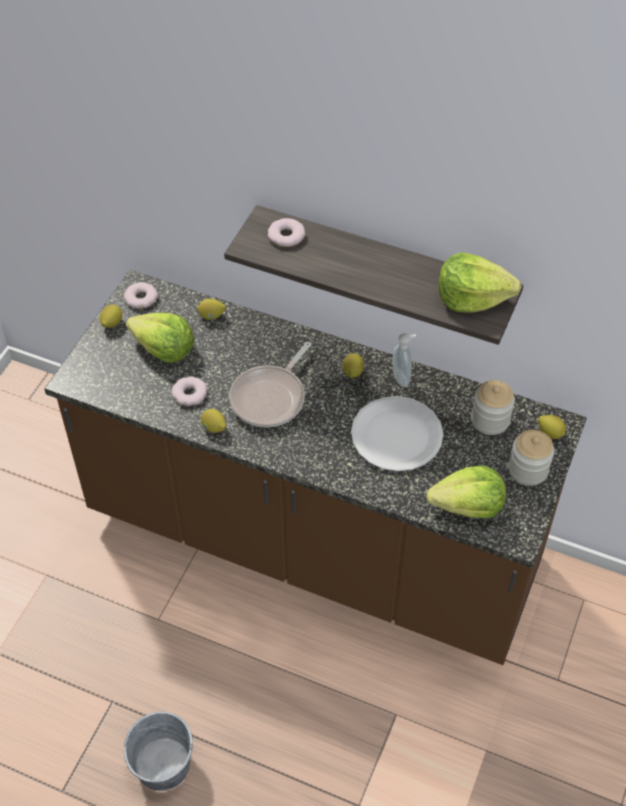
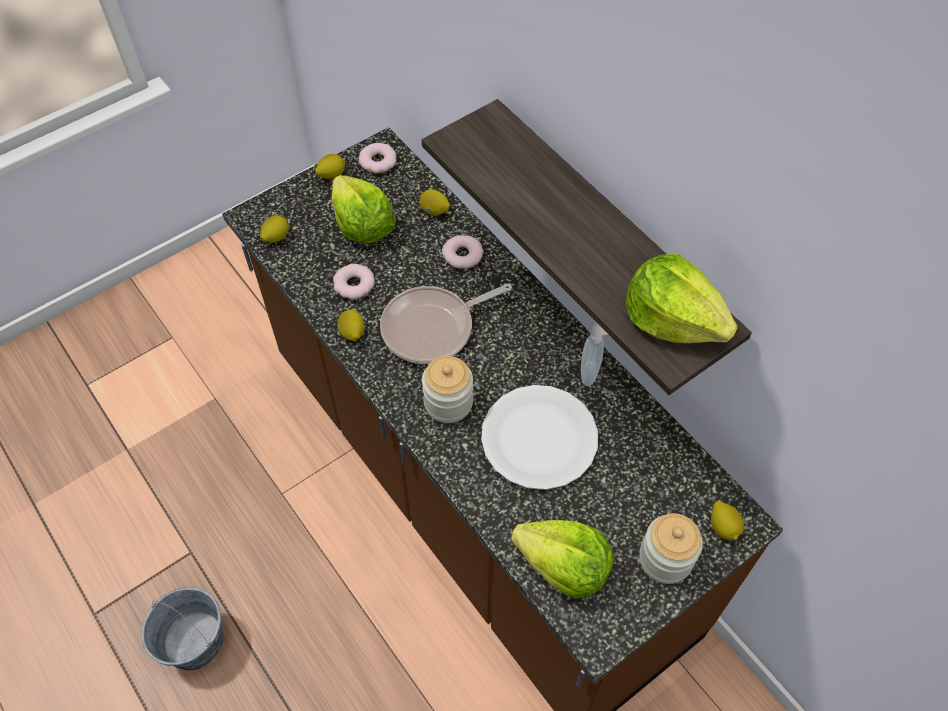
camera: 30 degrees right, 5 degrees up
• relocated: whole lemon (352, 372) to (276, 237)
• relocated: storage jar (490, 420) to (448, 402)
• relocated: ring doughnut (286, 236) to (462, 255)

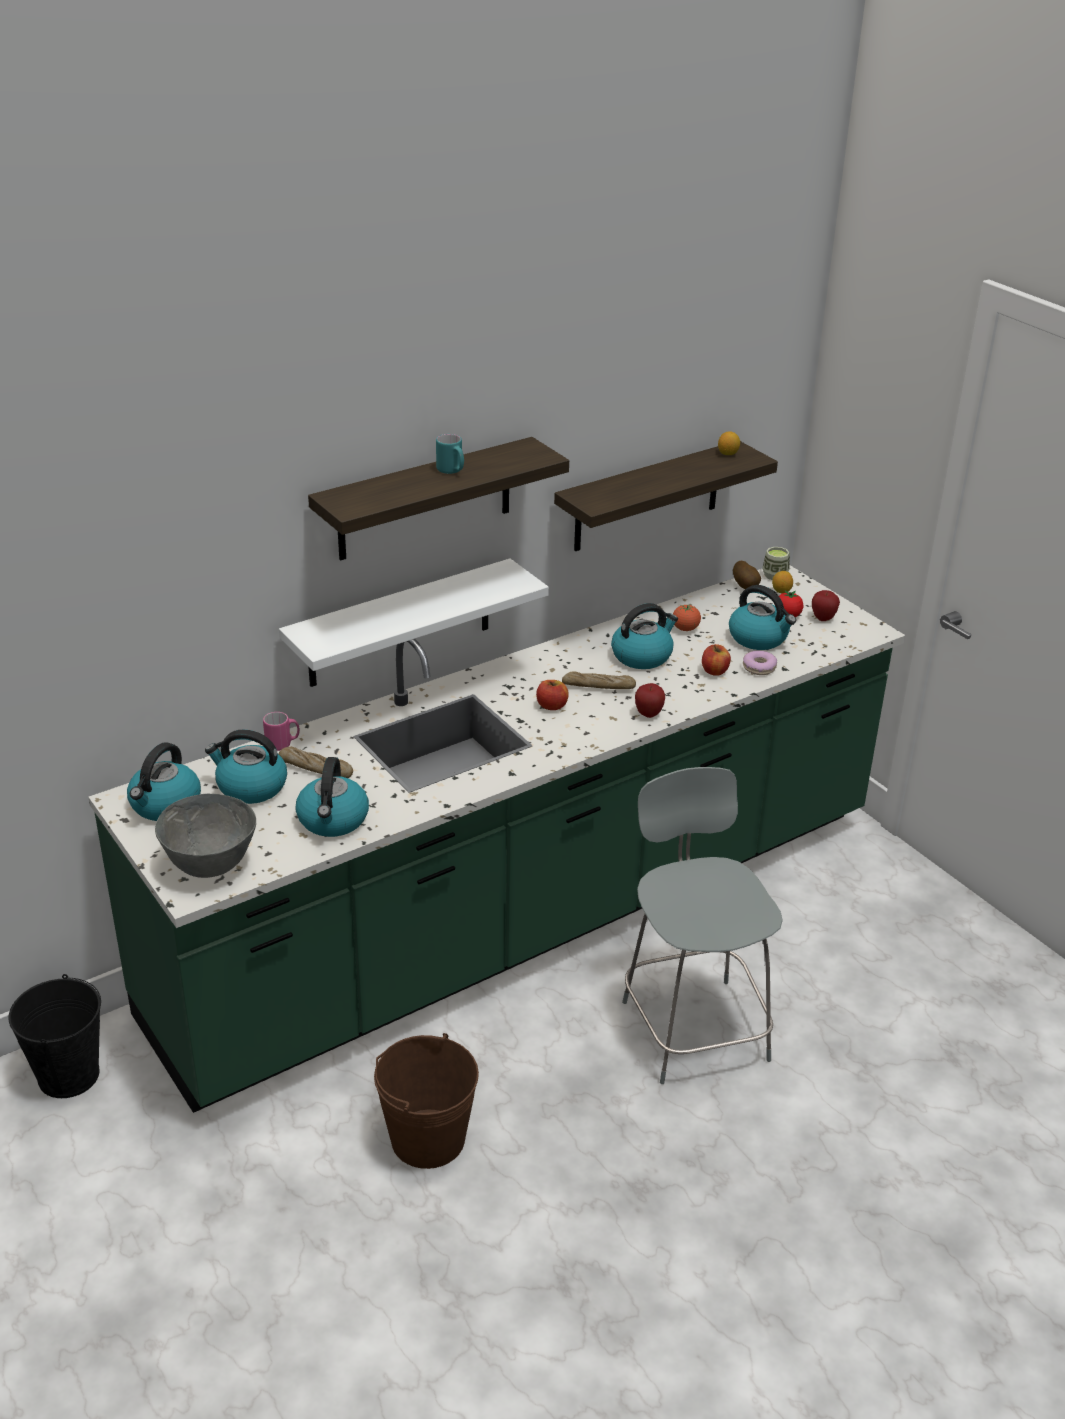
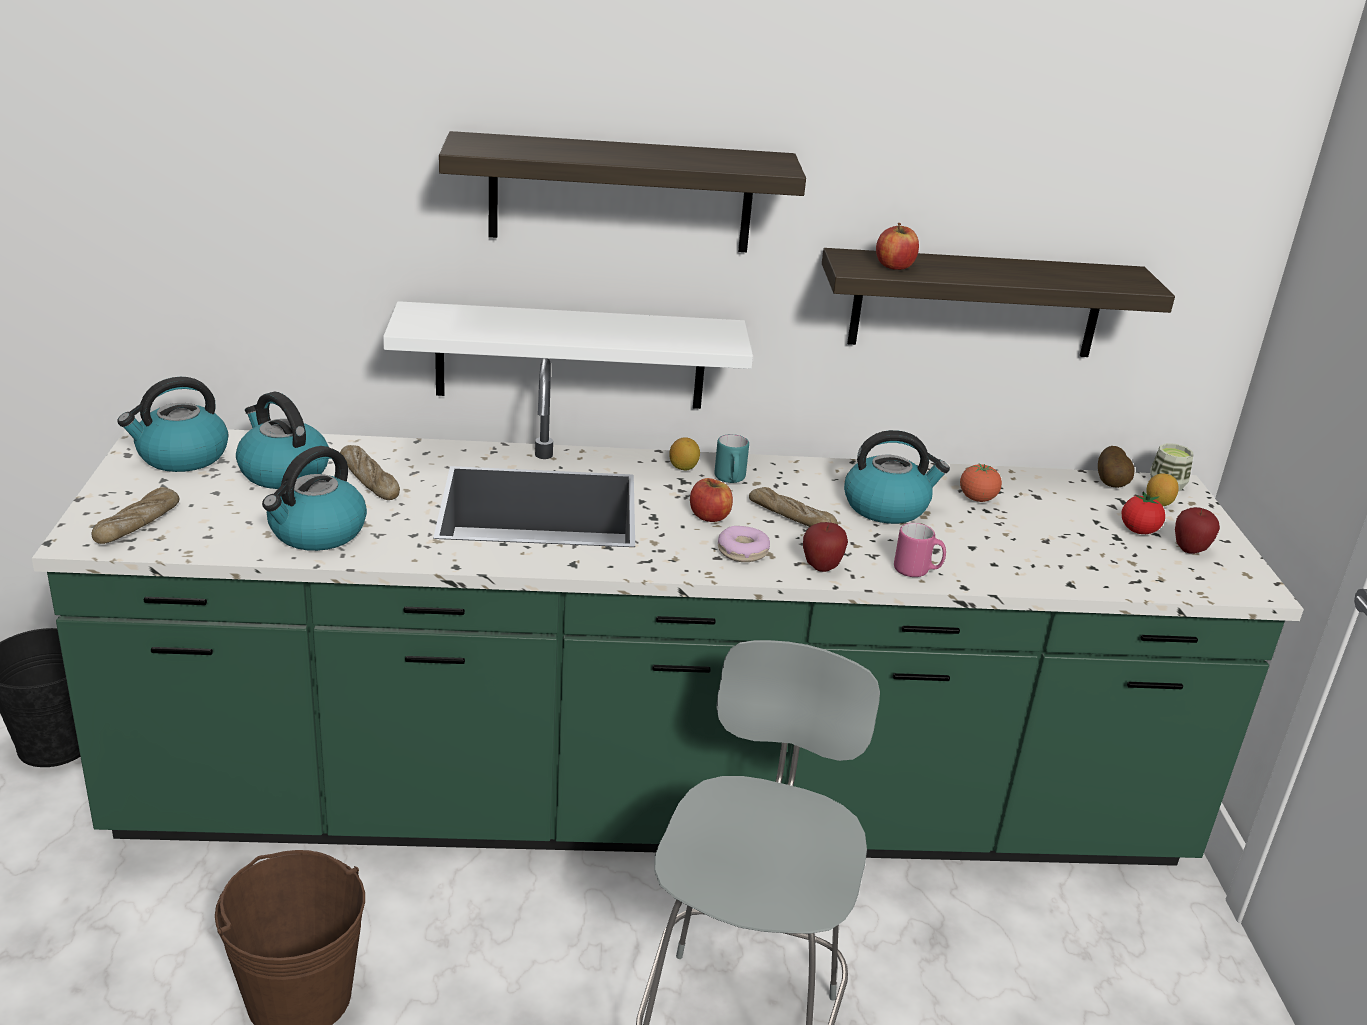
camera: 30 degrees right, 5 degrees down
• exchanged: serving bowl (grey) (210, 865) to bread (138, 524)
• relocated: whole lemon (728, 454) to (683, 468)
• relocated: mug (blue-green) (452, 471) to (730, 480)
• relocated: ring doughnut (759, 667) to (743, 551)
• relocated: apple (714, 671) to (894, 266)
• relocated: mug (pinkish) (283, 744) to (917, 571)
• missing: kettle (759, 638)

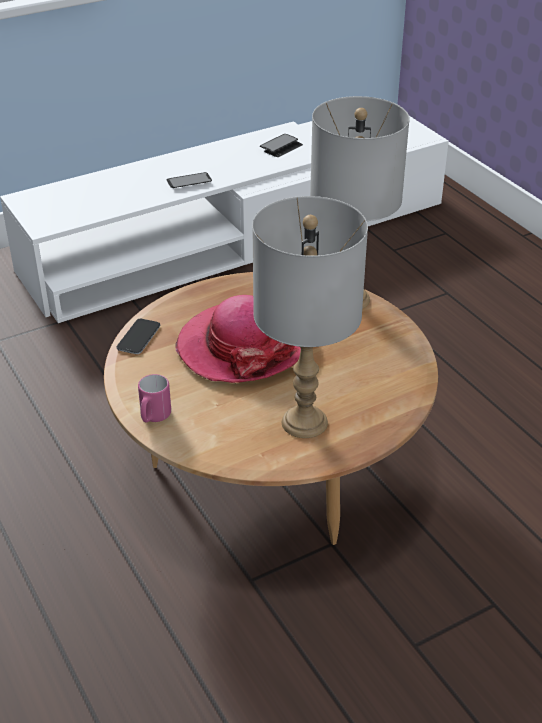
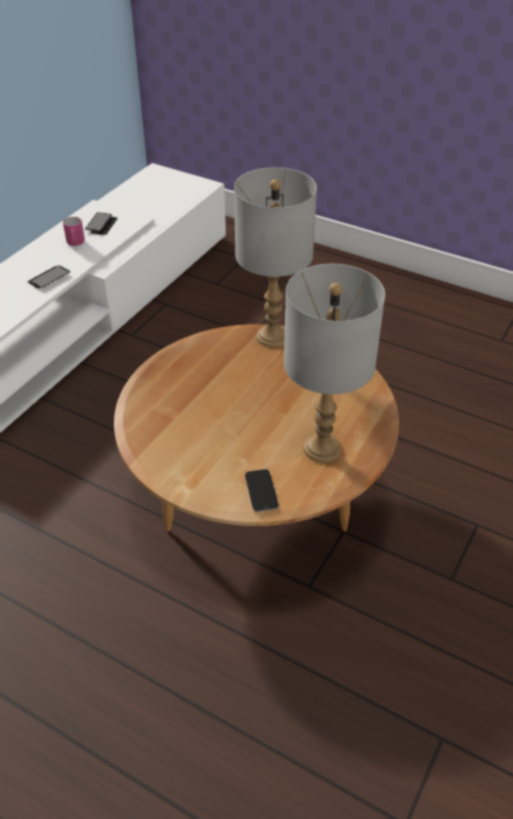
camera: 30 degrees left, 5 degrees up
• relocated: mug (pinkish) (153, 417) to (75, 243)
• relocated: phone (138, 337) to (261, 491)
• missing: wearable hat (244, 345)

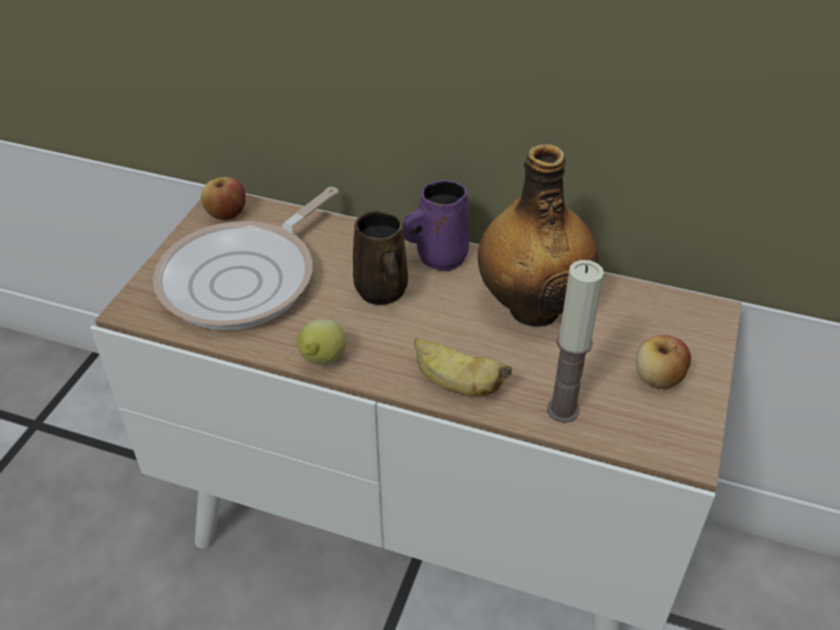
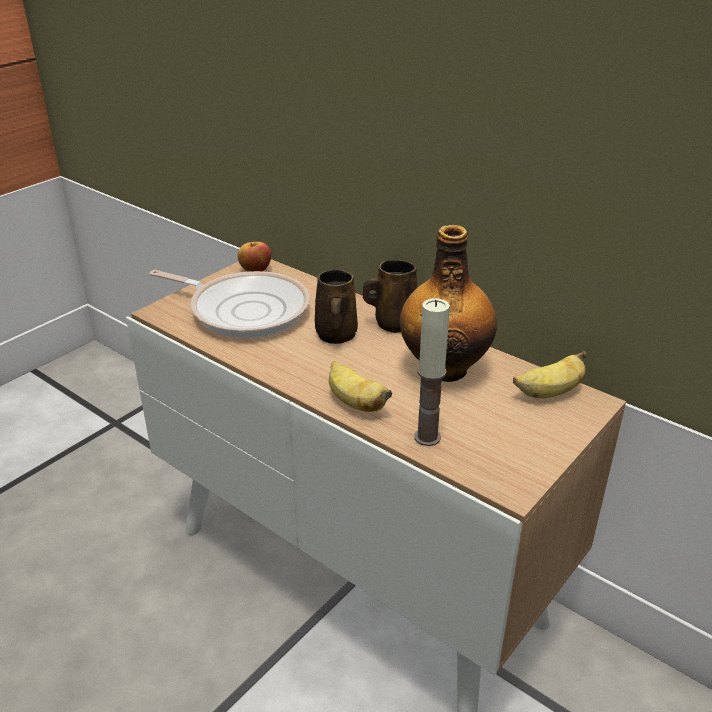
camera: 20 degrees right, 10 degrees down
• spun: skillet (246, 279) = (244, 309) 120 degrees counterclockwise
• colour: mug (purple) (439, 257) to mug (brown-coloured) (392, 323)
• appeared: banana (549, 393)
• missing: whole lemon (322, 361)
• missing: apple (658, 379)

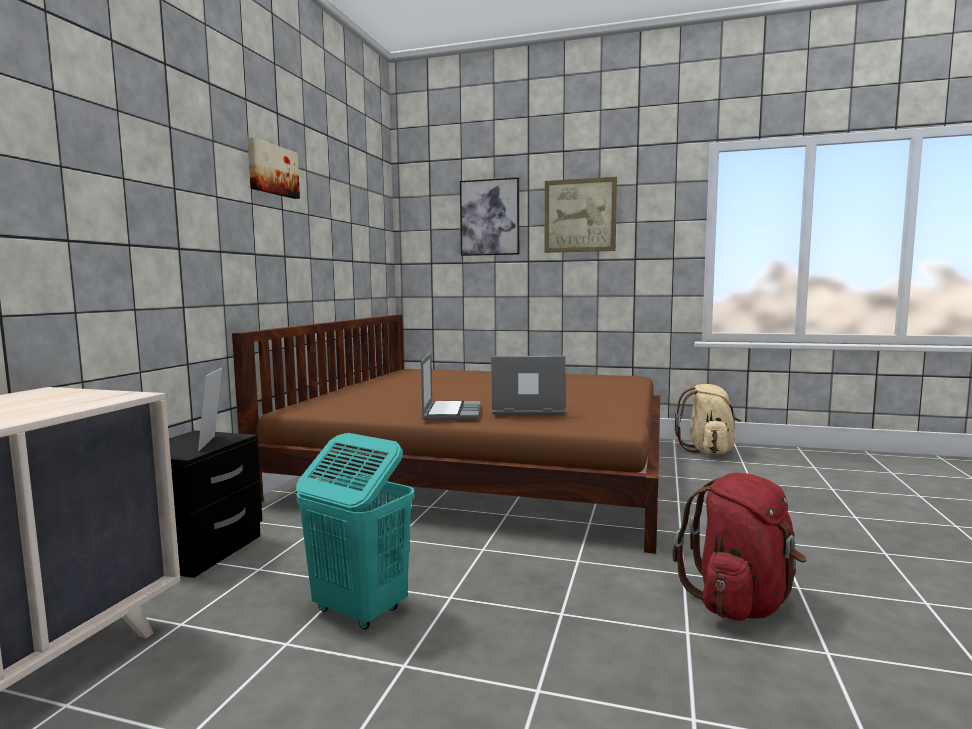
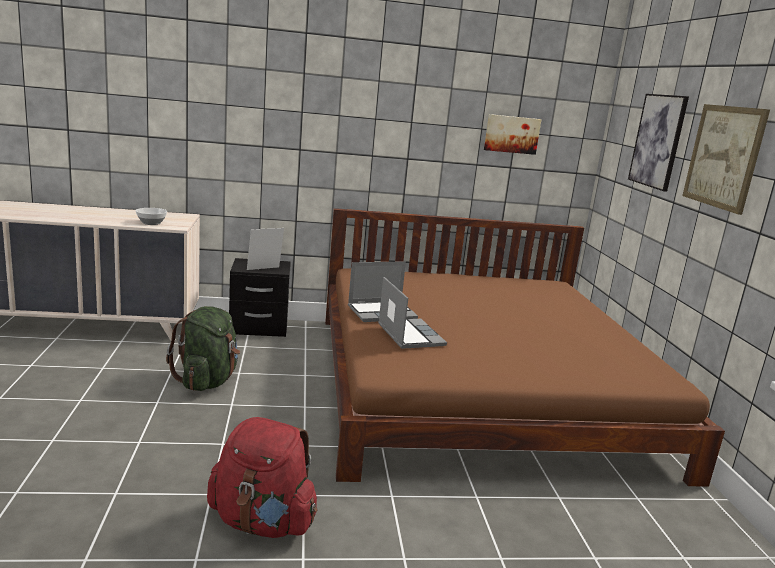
camera: 65 degrees right, 10 degrees up
• appeared: serving bowl (152, 223)
• exchanged: laundry basket (blue-green) (359, 611) to rucksack (green-coloured) (207, 381)
• relocated: wall art (272, 170) to (511, 134)
• missing: rucksack (beige-coloured) (708, 451)

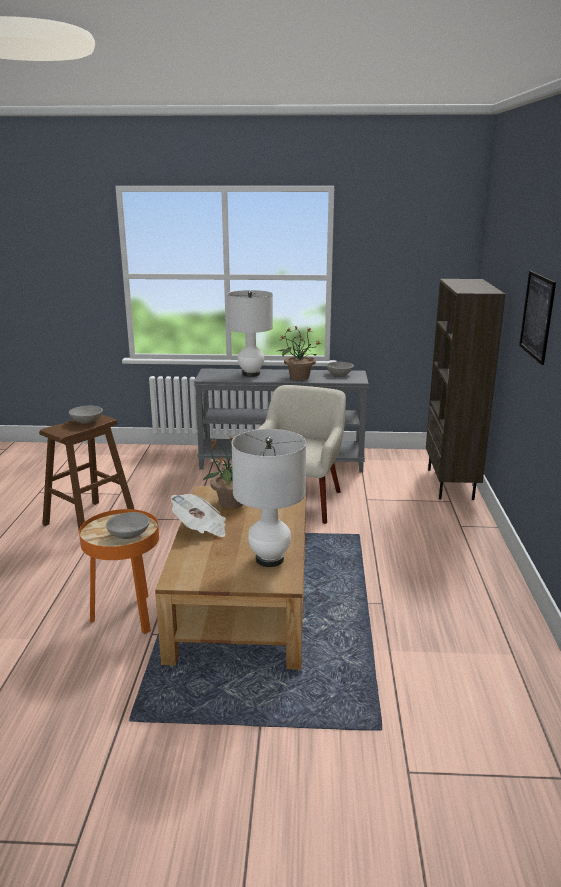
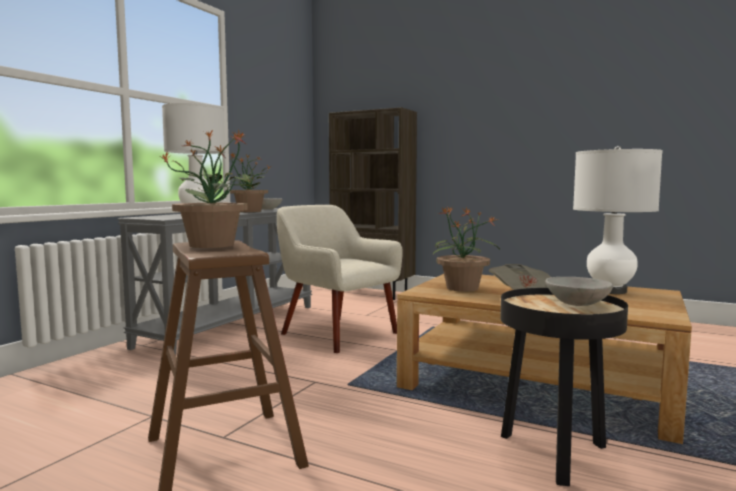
camera: 65 degrees left, 15 degrees down
• exchanged: serving bowl (grey) (86, 421) to houseplant (213, 245)
• colour: side table (orange-coloured) (128, 615) to side table (black-coloured) (554, 453)
• missing: wall art (537, 316)

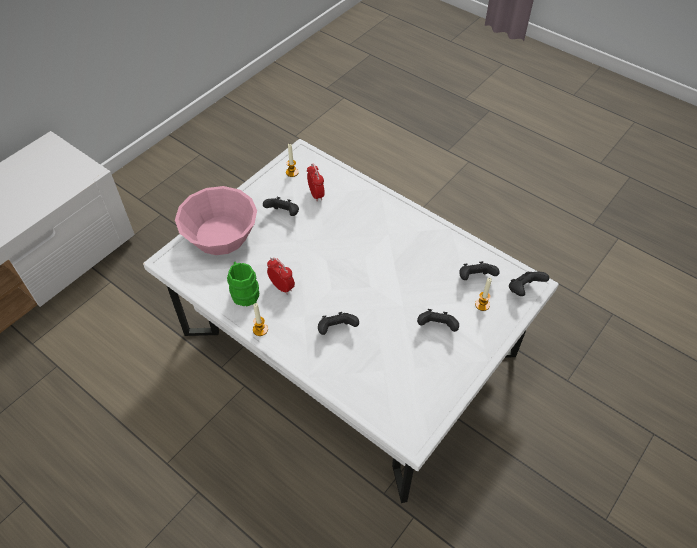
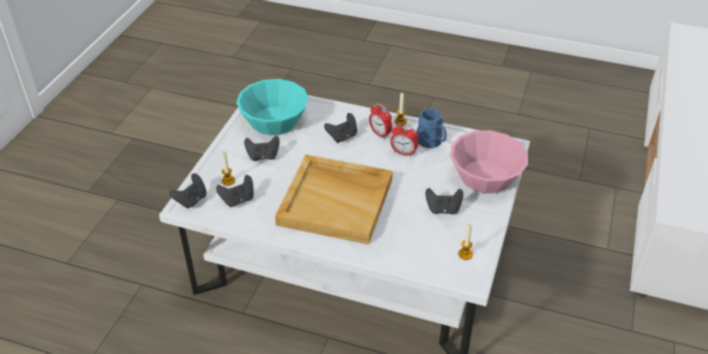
camera: 160 degrees right, 10 degrees down
• appeared: serving bowl (blue-green) (274, 120)
• appeared: tray (beige-coloured) (337, 201)
• relocated: bedside clock (316, 194) to (380, 134)
• colour: mug (green-coloured) (244, 291) to mug (blue-coloured) (431, 142)

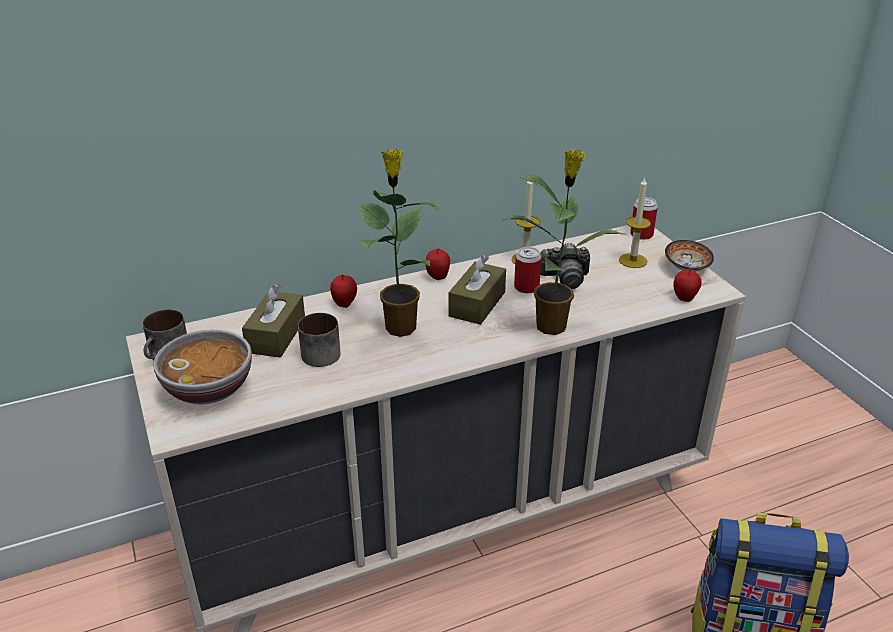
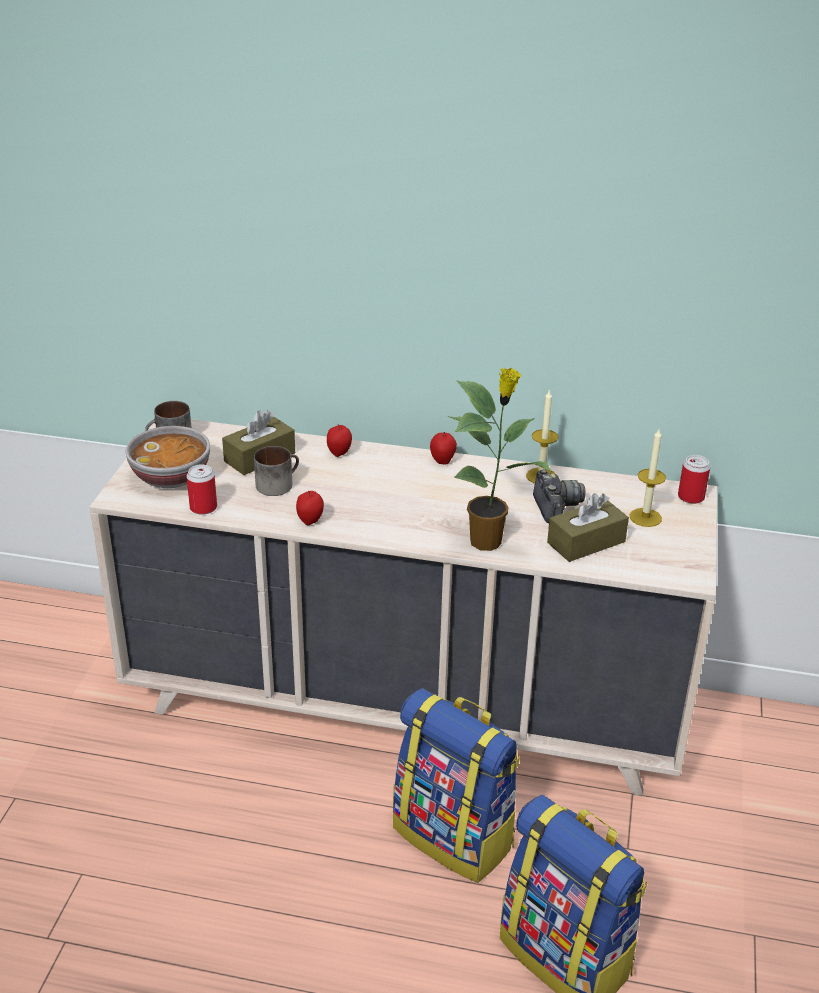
camera: 35 degrees right, 0 degrees up
• relocated: sealed can (526, 287) to (203, 508)
• relocated: apple (684, 298) to (310, 521)
• appeared: rucksack (455, 836)
• spun: still camera (565, 278) = (555, 507) 135 degrees counterclockwise
• relocated: tissue holder (brown-coloured) (477, 304) to (586, 542)
• missing: houseplant (400, 326)
• missing: serving bowl (685, 268)

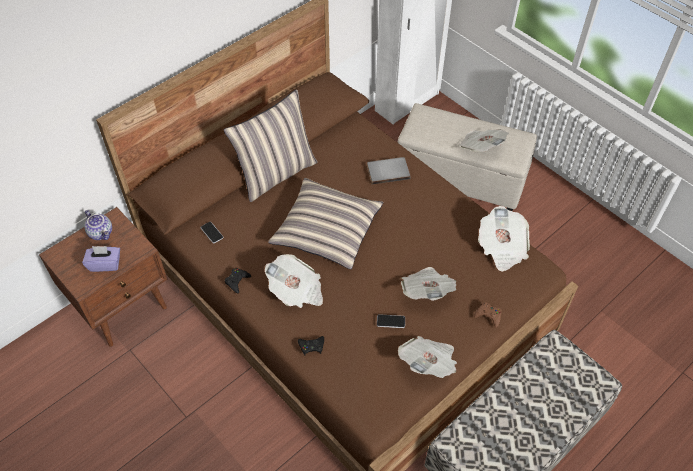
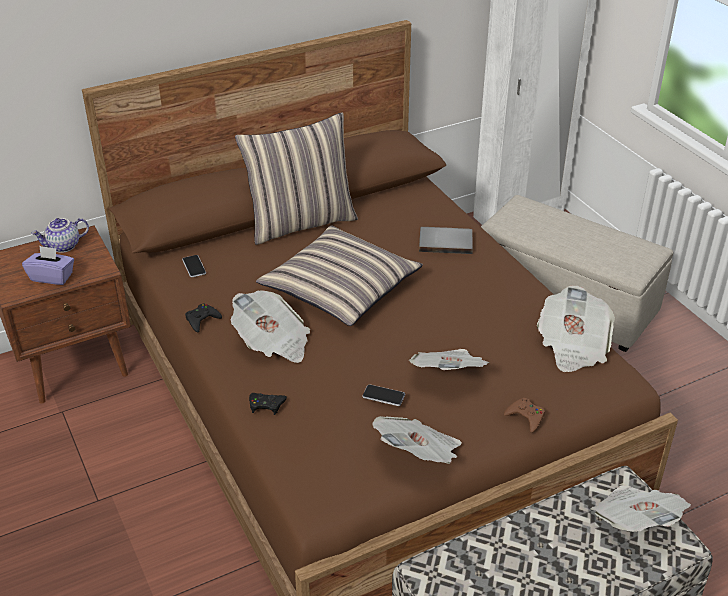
camera: 15 degrees right, 15 degrees down
• spun: pot for tea (101, 233) = (64, 246) 90 degrees clockwise
• relocated: daily paper (481, 147) to (635, 522)

